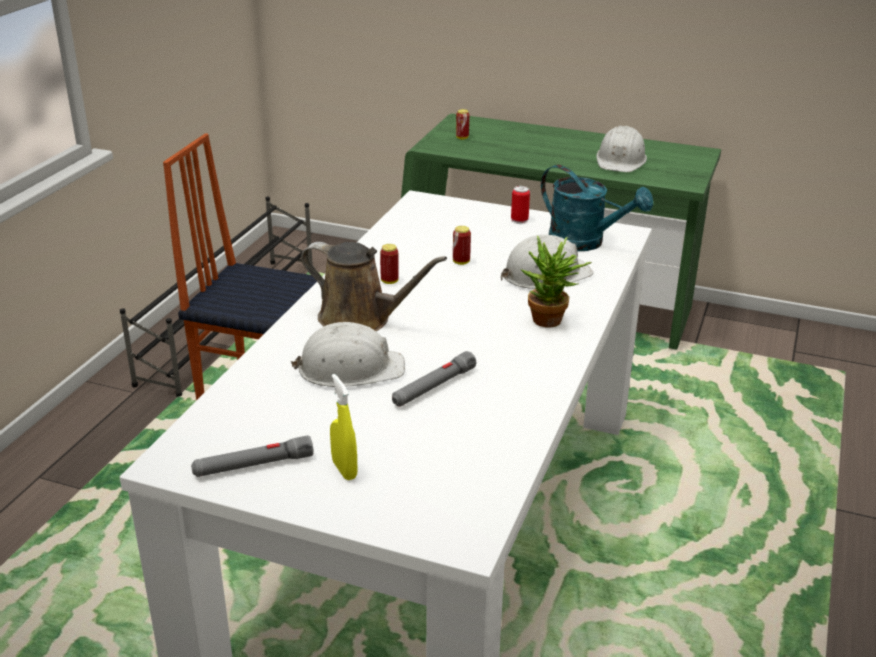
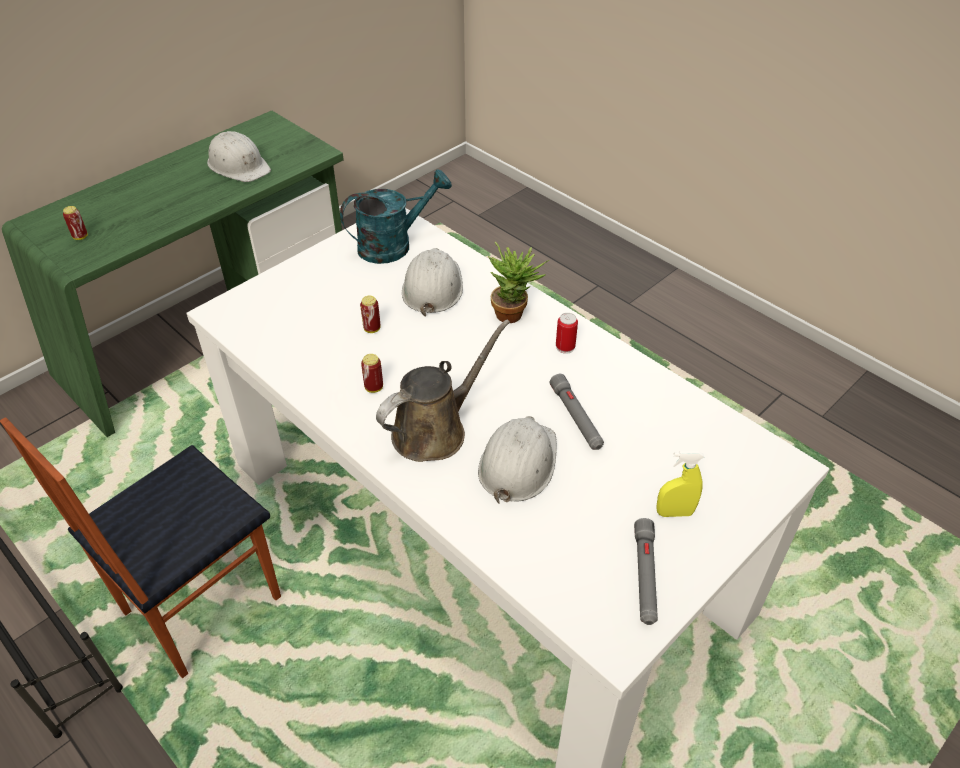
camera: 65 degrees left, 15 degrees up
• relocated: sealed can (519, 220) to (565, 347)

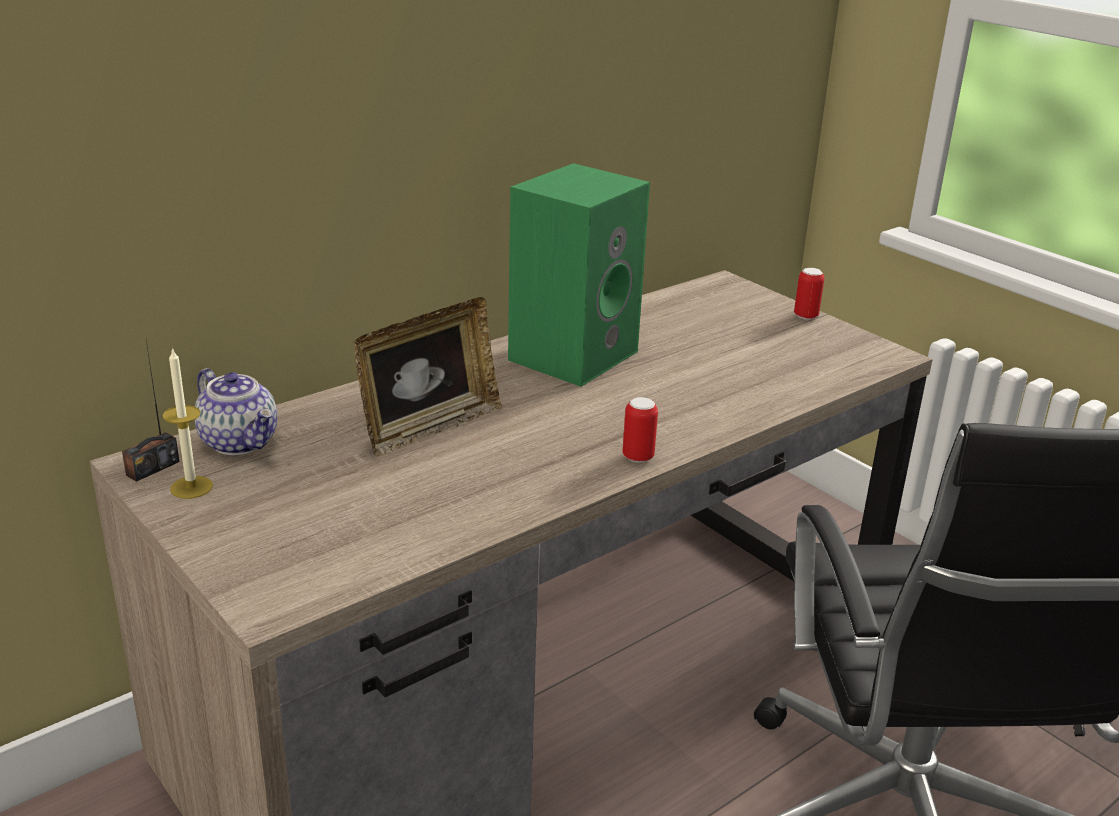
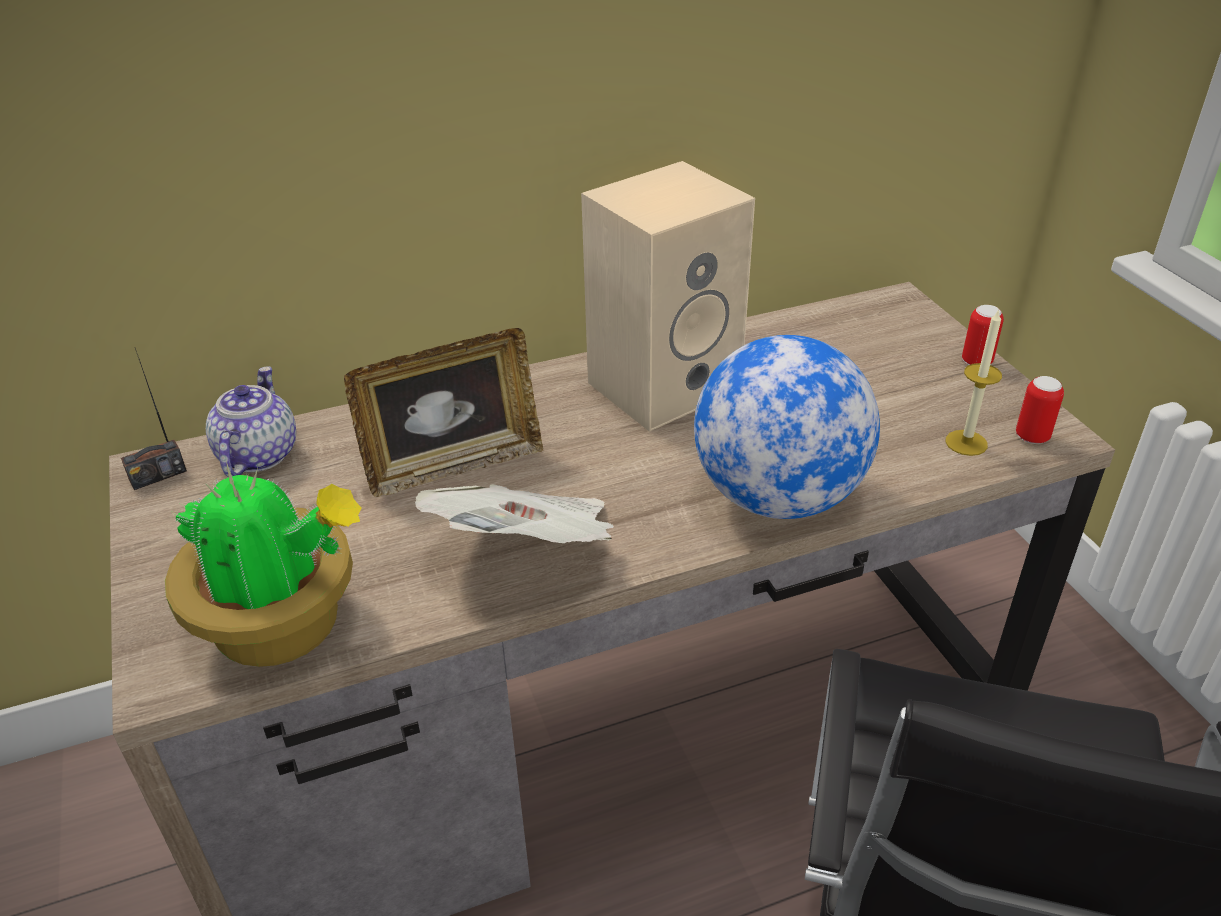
camera: 20 degrees right, 10 degrees up
• appeared: houseplant (283, 627)
• spun: pot for tea (240, 442) = (257, 454) 150 degrees counterclockwise
• appeared: daily paper (529, 550)
• colour: loudspeaker (green-coloured) (573, 354) to loudspeaker (beige-coloured) (665, 383)
• appeared: globe (777, 497)
• relocated: wax light (191, 487) to (966, 443)
• relocated: sealed can (638, 457) to (1032, 437)

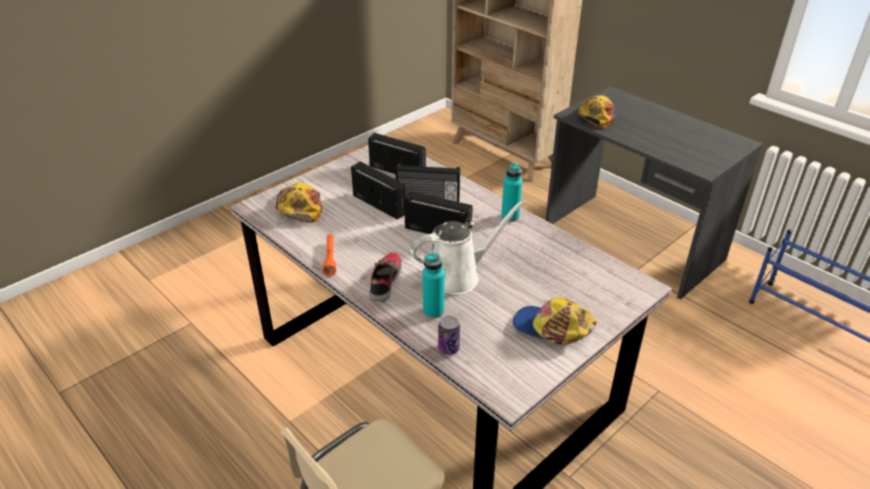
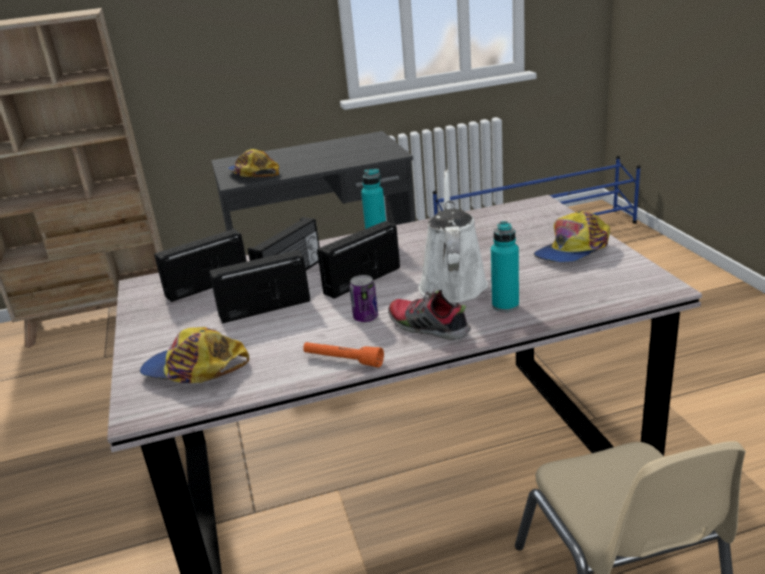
camera: 60 degrees left, 10 degrees down
• relocated: sealed can (448, 348) to (365, 317)

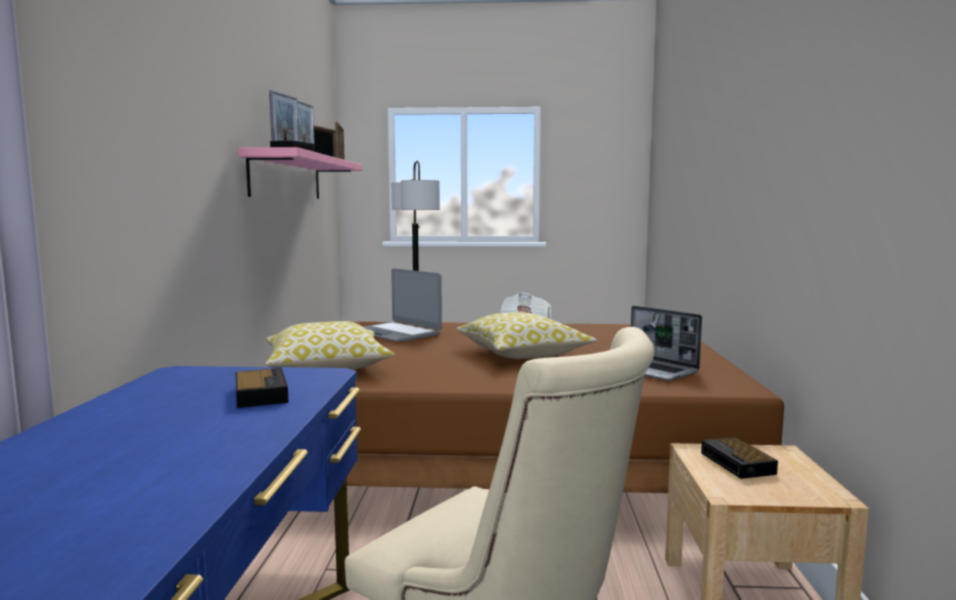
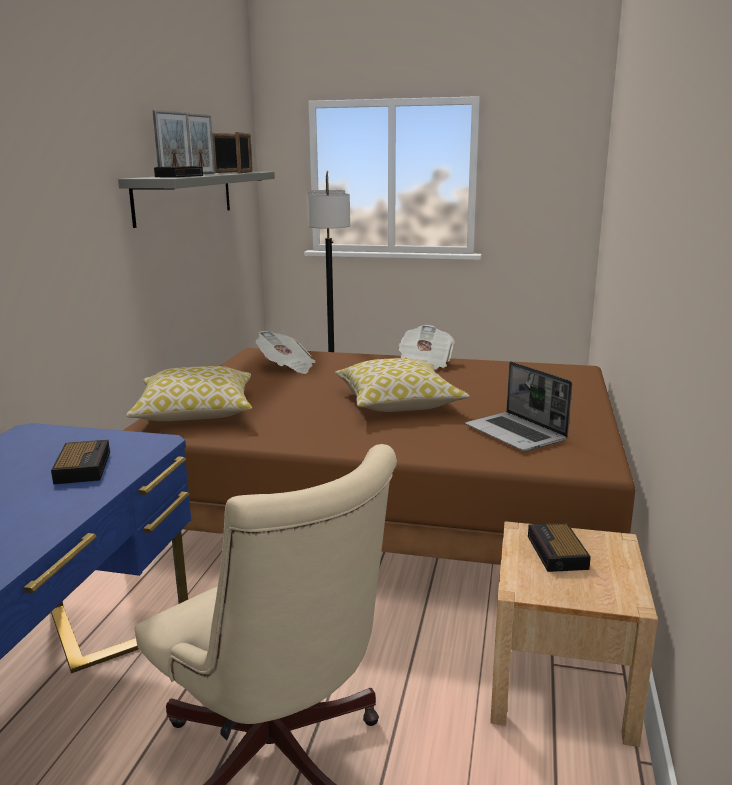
camera: 10 degrees right, 10 degrees up
• colour: bracket shelf (pinkish) (287, 177) to bracket shelf (grey) (185, 196)
• exchanged: portable computer (395, 333) to daily paper (287, 367)

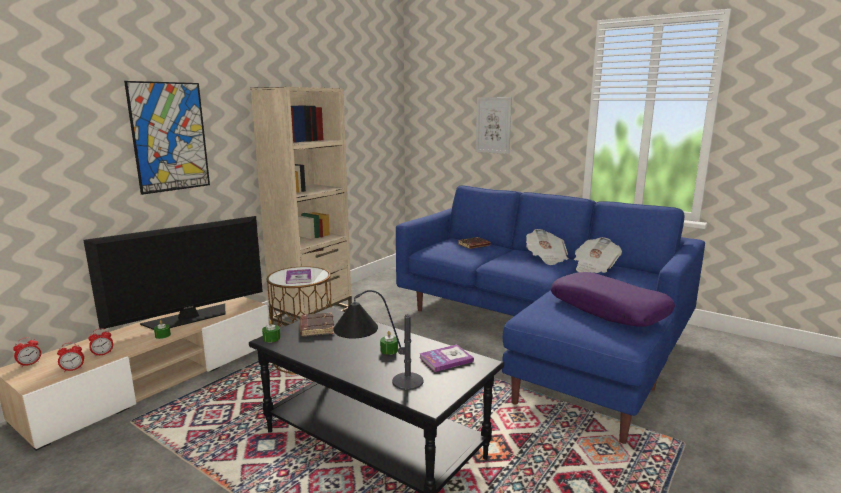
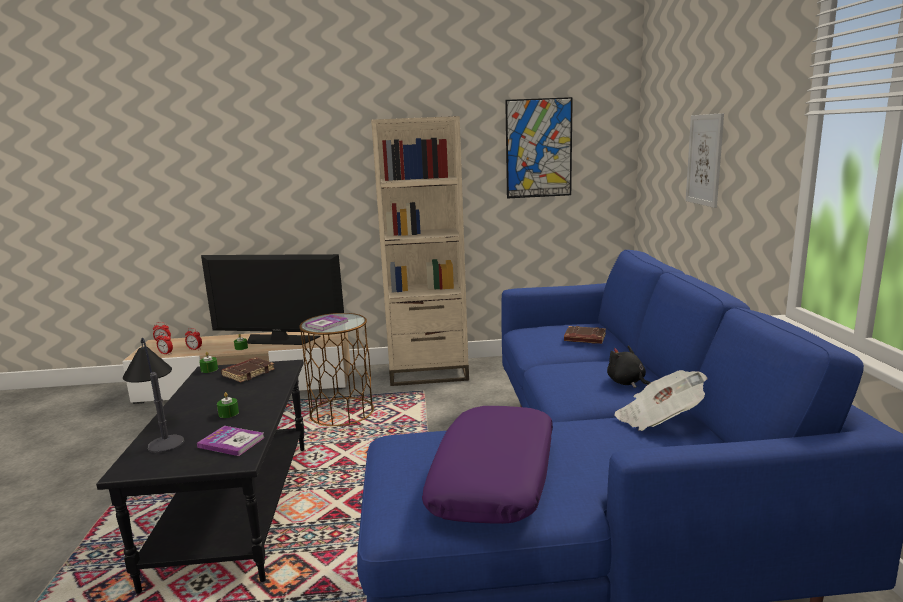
camera: 50 degrees right, 0 degrees up
• relocated: wall art (170, 137) to (538, 148)
• exchanged: daily paper (546, 258) to cuddly toy (black-coloured) (627, 383)

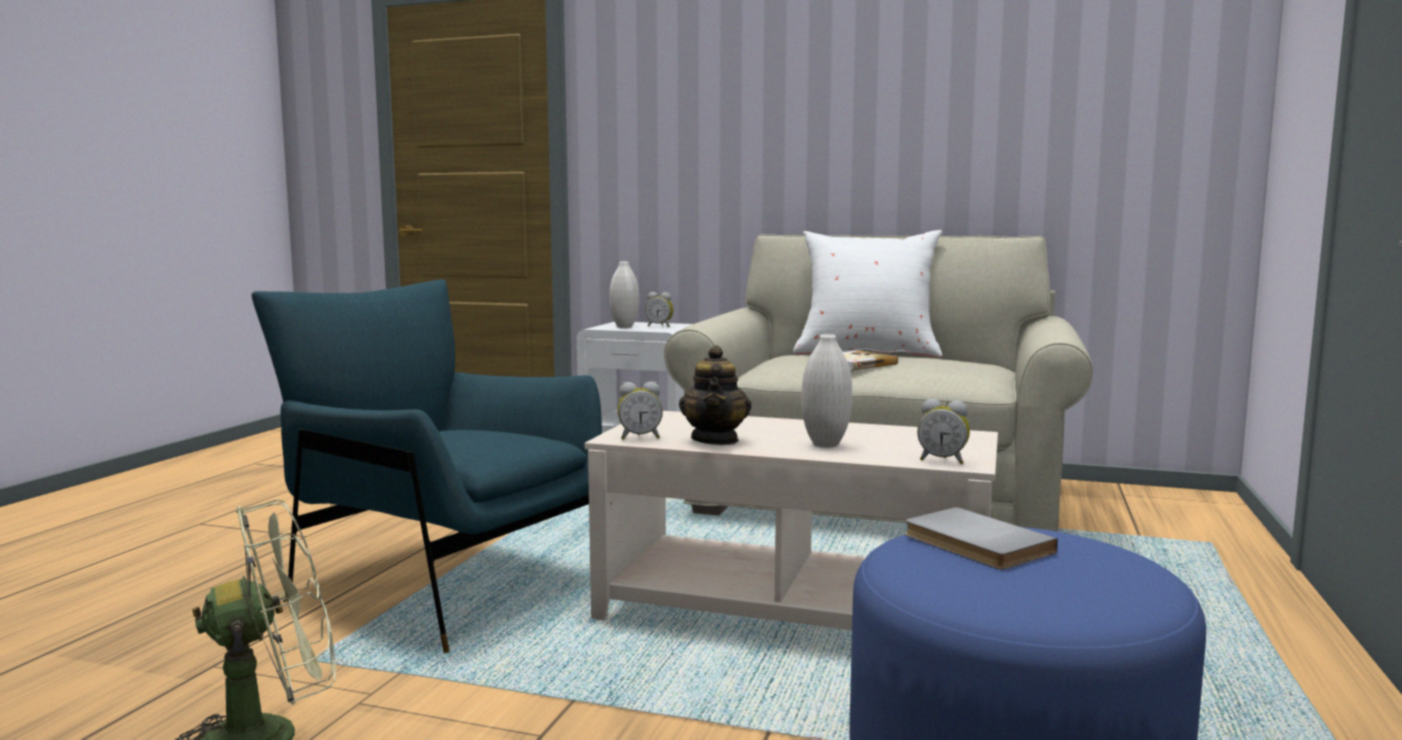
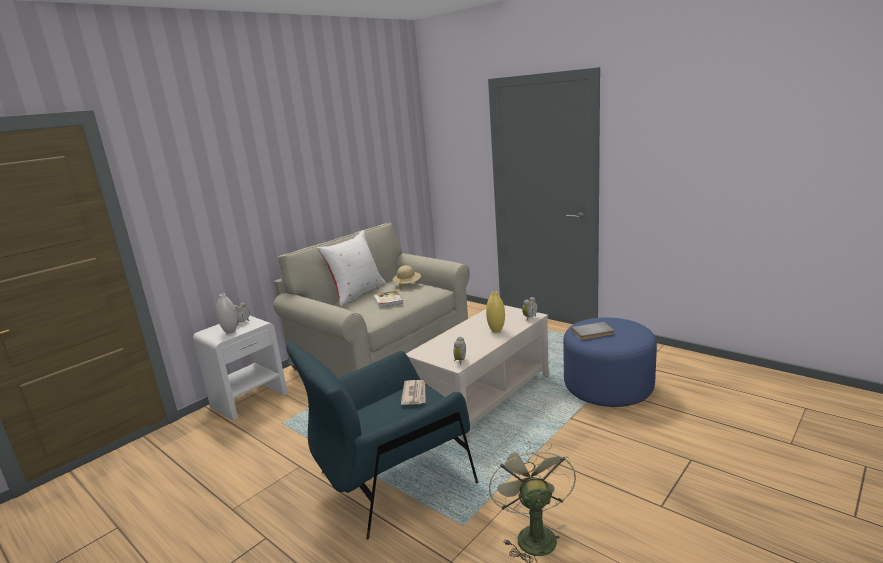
camera: 65 degrees left, 10 degrees up
• appeared: wearable hat (beige-coloured) (407, 284)
• appeared: daily paper (414, 394)
• colour: vase (whitish) (825, 445) to vase (yellowish) (496, 330)
• missing: pot for tea (715, 440)

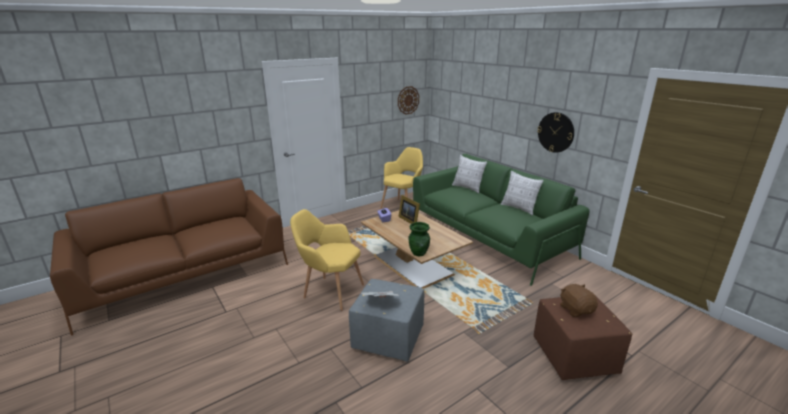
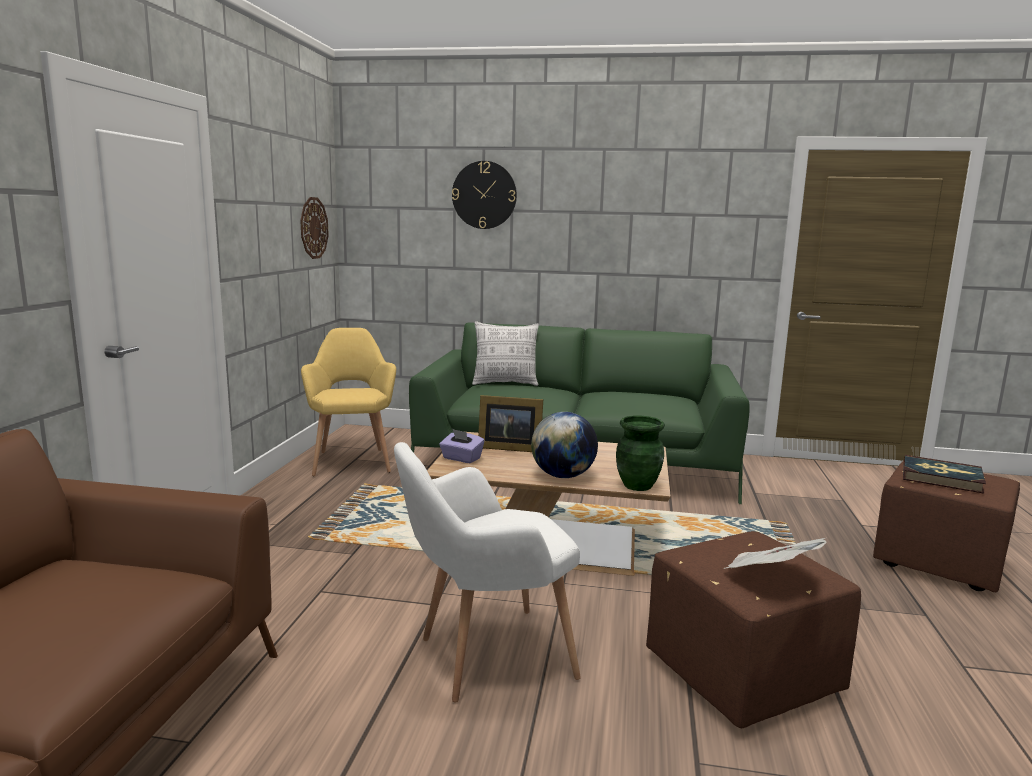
camera: 45 degrees left, 10 degrees down
• colour: armchair (yellowish) (329, 291) to armchair (whitish) (485, 658)
• relocated: hanging clock (555, 132) to (484, 195)
• appeared: globe (563, 476)
• colour: pouffe (grey) (389, 338) to pouffe (brown-coloured) (740, 674)
• exchanged: cuddly toy (brown-coloured) (576, 309) to volume (941, 477)
• missing: pillow (519, 208)

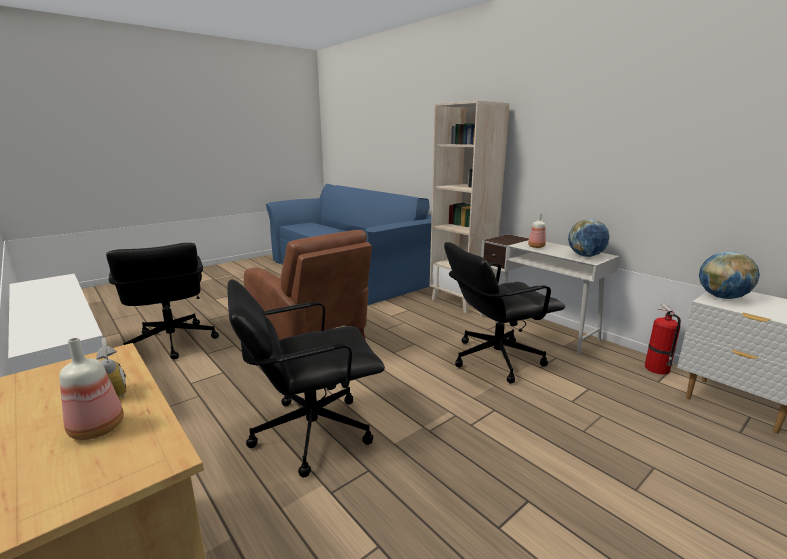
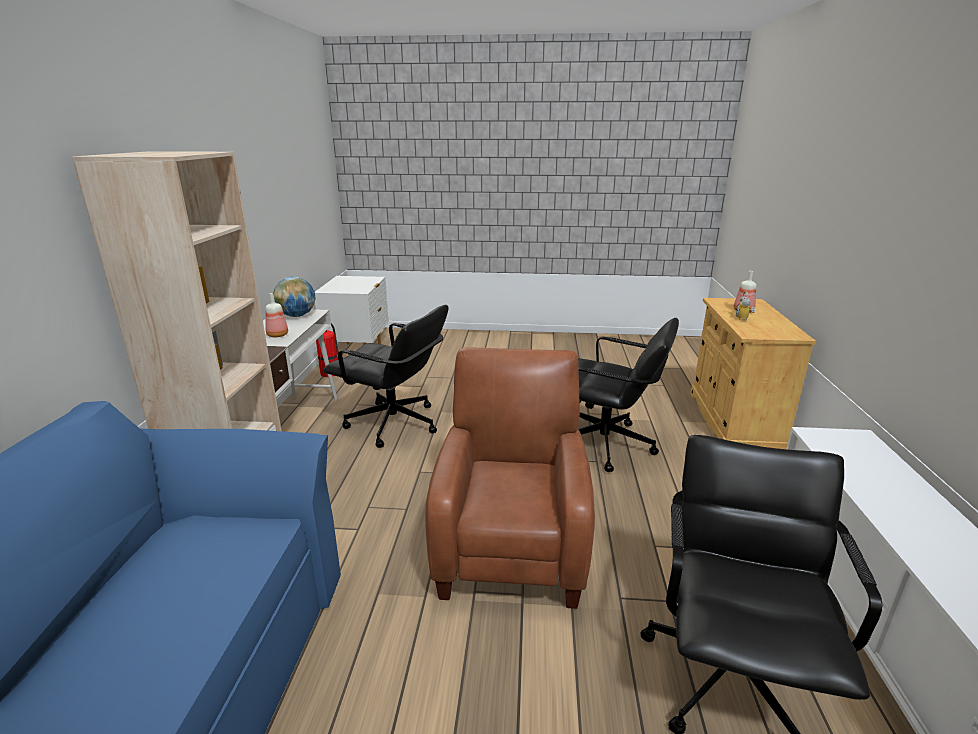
camera: 135 degrees left, 5 degrees up
• missing: globe (722, 297)

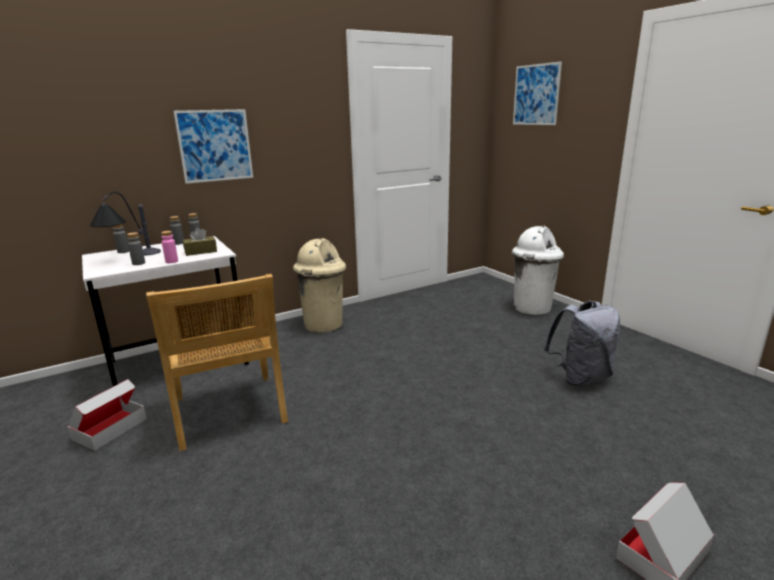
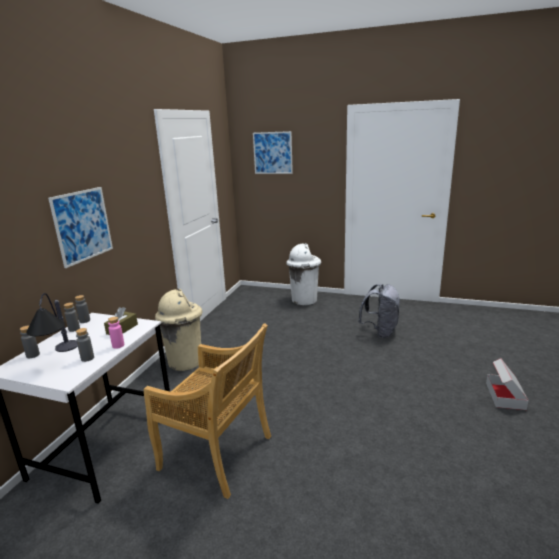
camera: 40 degrees left, 0 degrees up
• missing: carton (110, 428)

